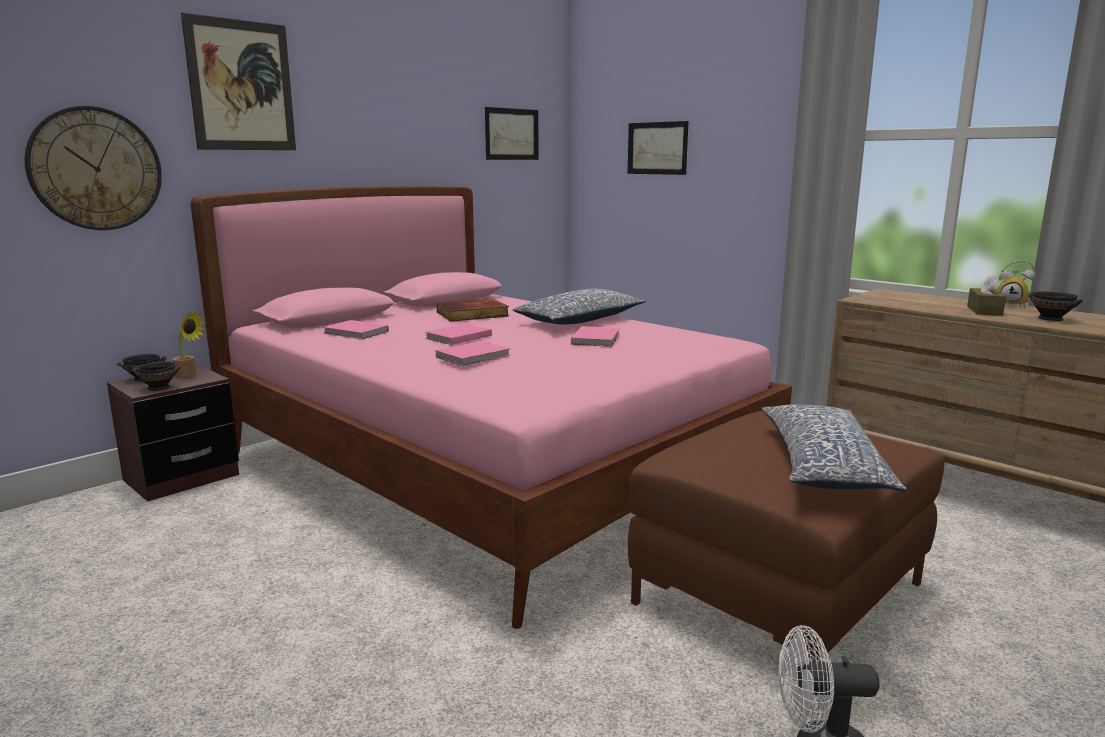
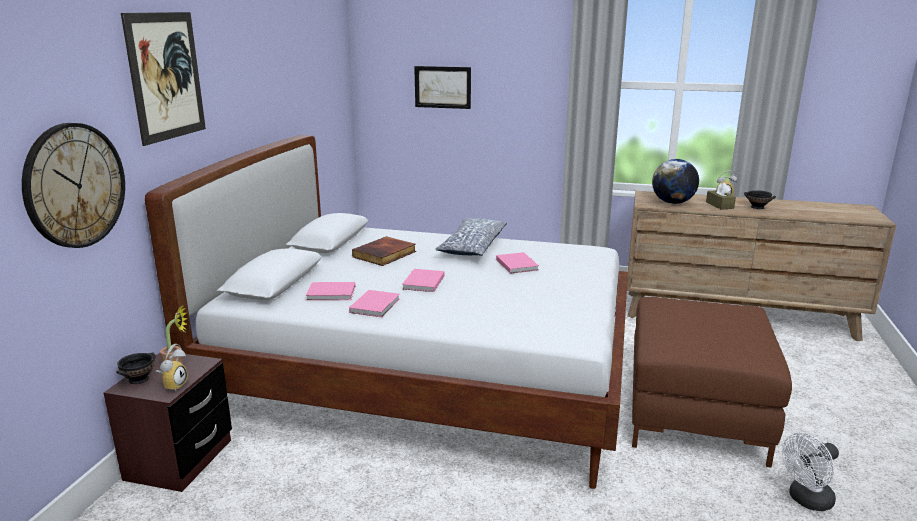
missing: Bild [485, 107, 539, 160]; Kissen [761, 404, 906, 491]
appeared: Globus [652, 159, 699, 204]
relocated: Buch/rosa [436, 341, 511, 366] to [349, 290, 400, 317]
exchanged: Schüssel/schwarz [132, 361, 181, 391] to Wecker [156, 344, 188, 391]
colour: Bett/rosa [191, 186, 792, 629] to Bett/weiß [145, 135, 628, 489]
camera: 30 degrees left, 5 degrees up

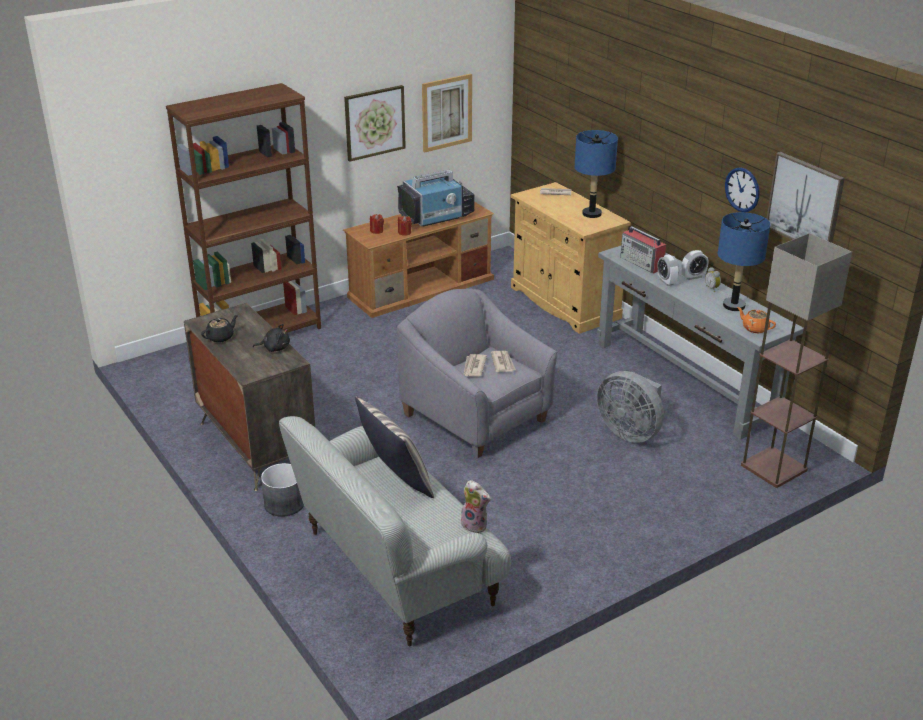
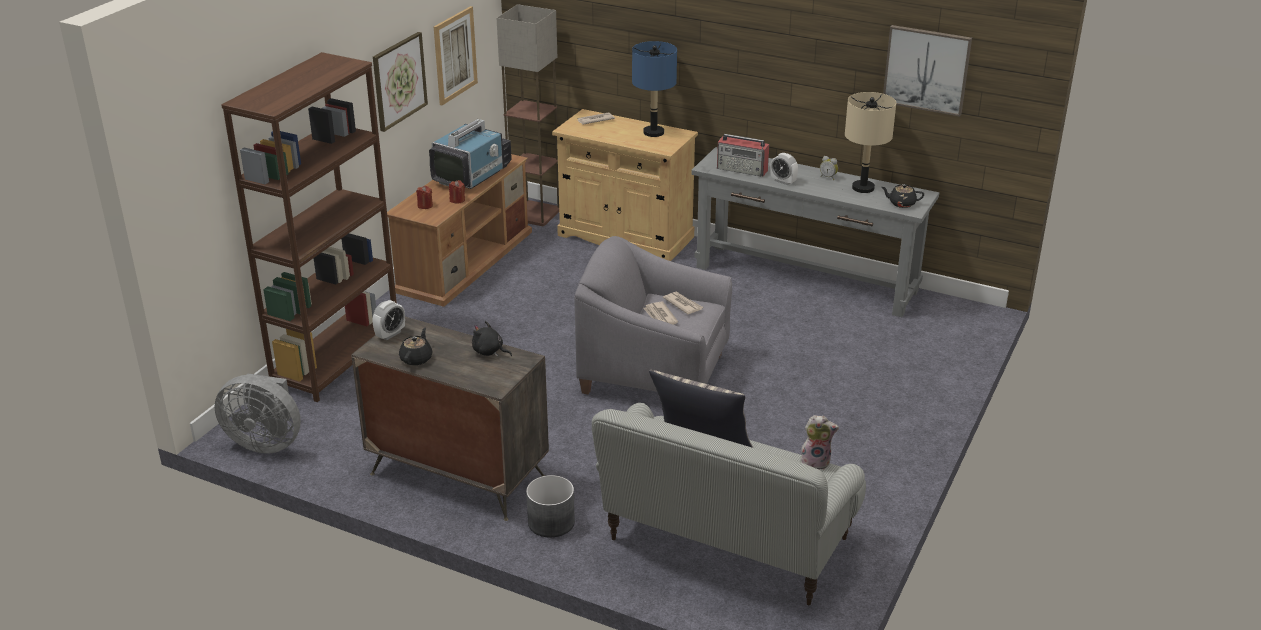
missing: Wanduhr [725, 167, 759, 212]
relocated: Ventilator/grau [597, 371, 664, 443] to [214, 373, 301, 454]; Wecker [681, 250, 708, 280] to [373, 300, 405, 340]; Stehlampe [741, 233, 852, 488] to [496, 4, 559, 226]
colour: Tischlampe/blau [718, 212, 770, 311] to Tischlampe/beige [845, 92, 896, 193]; Teekanne/orange [737, 307, 776, 333] to Teekanne/schwarz [881, 184, 924, 208]
spun: Plüschtier/schwarz [253, 324, 290, 352] = [472, 321, 512, 357] 120 degrees counterclockwise
camera: 30 degrees left, 0 degrees up

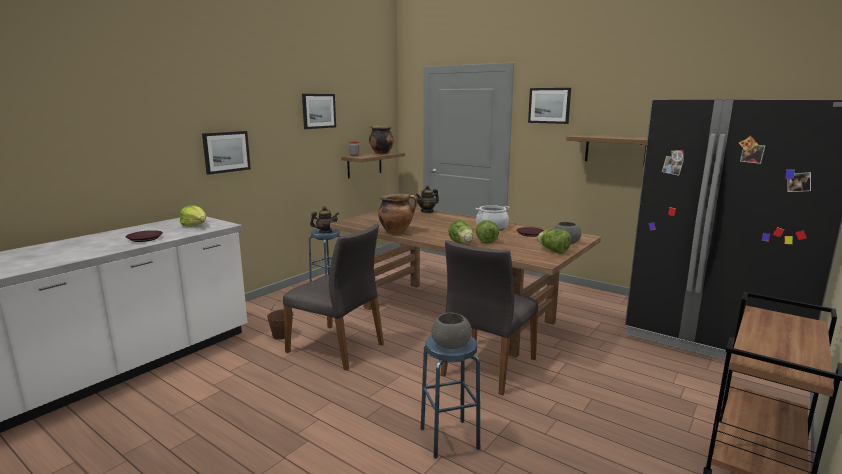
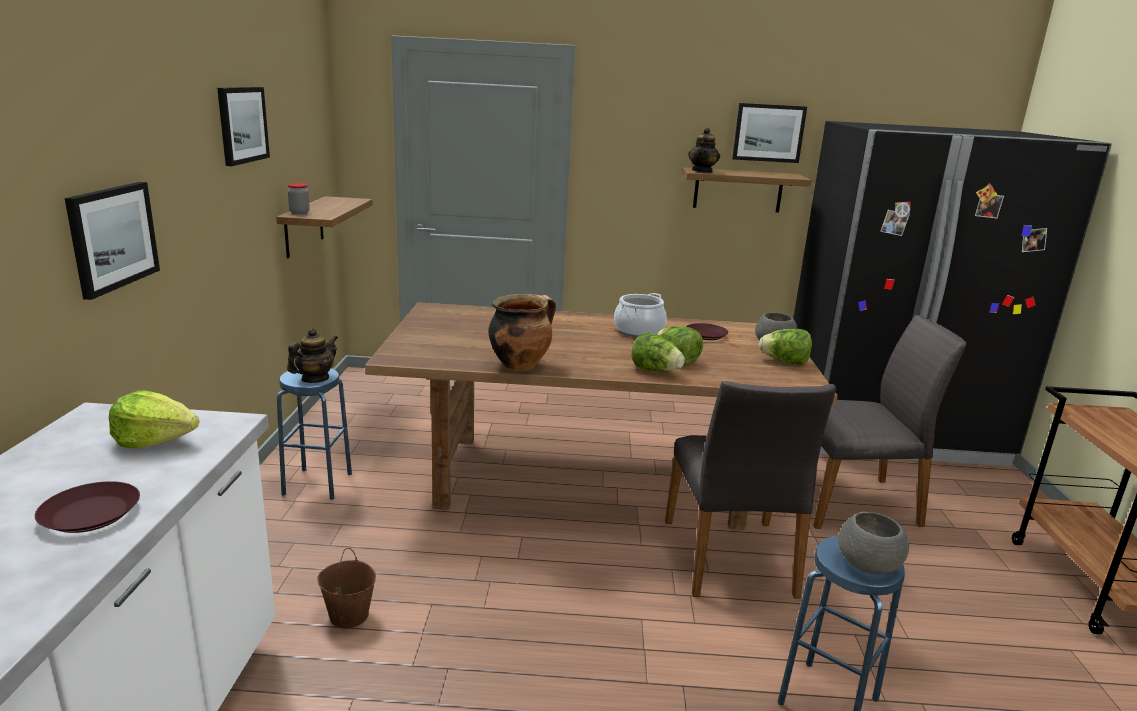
missing: Kochtopf [369, 125, 394, 154]
relocated: Stuhl/grau [283, 224, 384, 371] to [813, 315, 967, 529]; Teekanne [416, 185, 439, 213] to [688, 128, 720, 173]; Bild [528, 88, 571, 124] to [732, 103, 807, 163]
camera: 35 degrees left, 5 degrees up

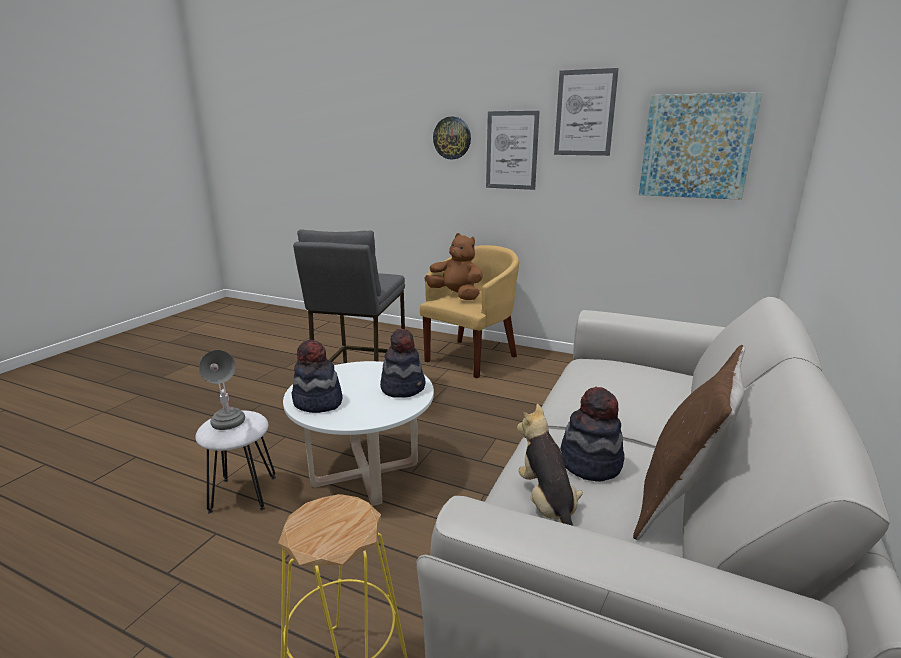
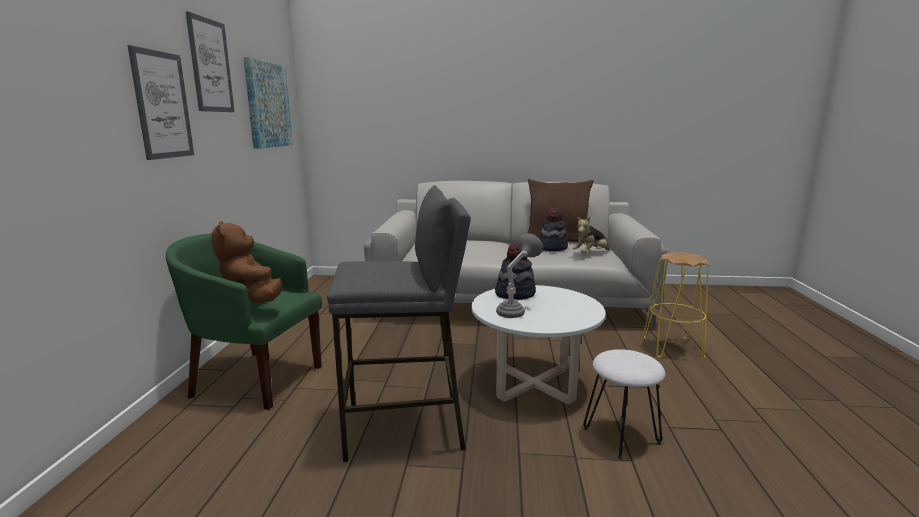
missing: Hut [292, 340, 342, 413]; Wanduhr [433, 117, 471, 159]
relocated: Tischlampe/grau [199, 350, 245, 430] to [496, 233, 543, 318]
colour: Sessel/gelb [420, 245, 519, 378] to Sessel/grün [166, 234, 322, 410]
spun: Plüschtier/braun [424, 233, 483, 300] = [211, 221, 282, 303] 45 degrees counterclockwise
camera: 110 degrees left, 5 degrees down

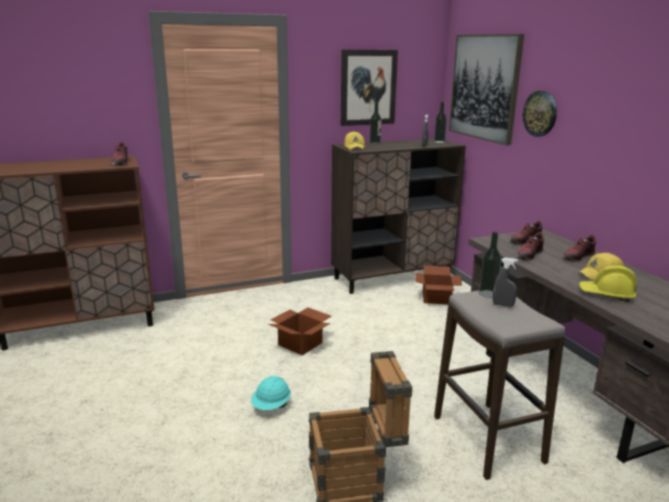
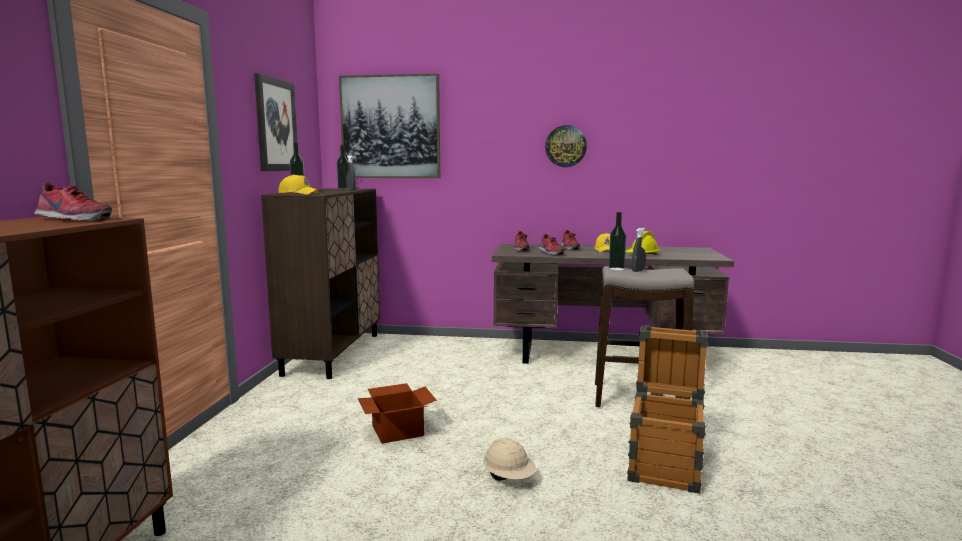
missing: Karton [415, 266, 463, 304]
relocated: Wanduhr [523, 91, 557, 137] to [545, 125, 587, 167]
colour: Schutzhelm/türkis [251, 376, 291, 410] to Schutzhelm/beige [483, 438, 536, 481]
camera: 60 degrees left, 10 degrees down

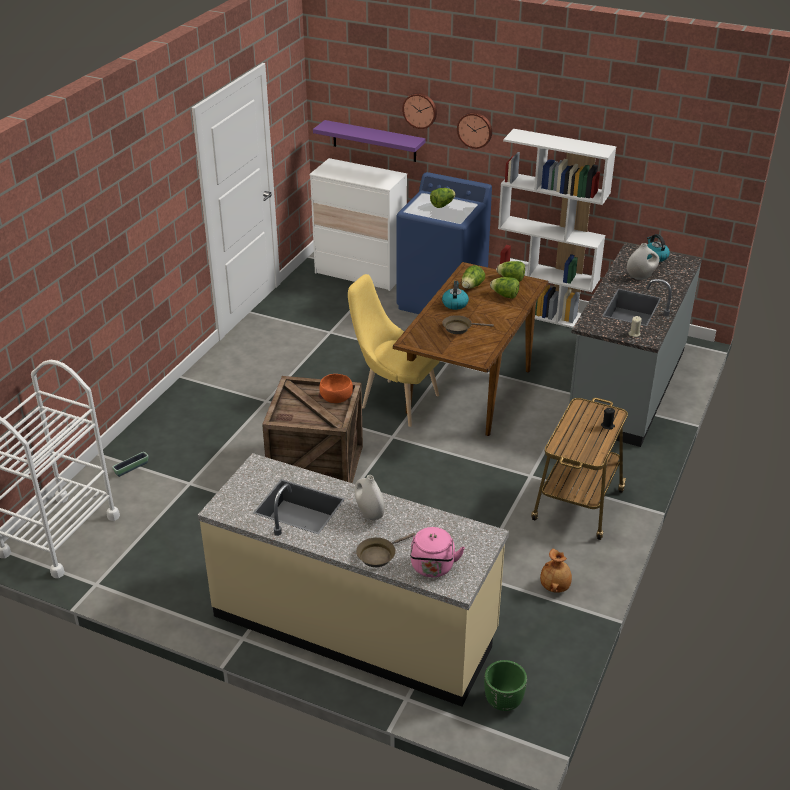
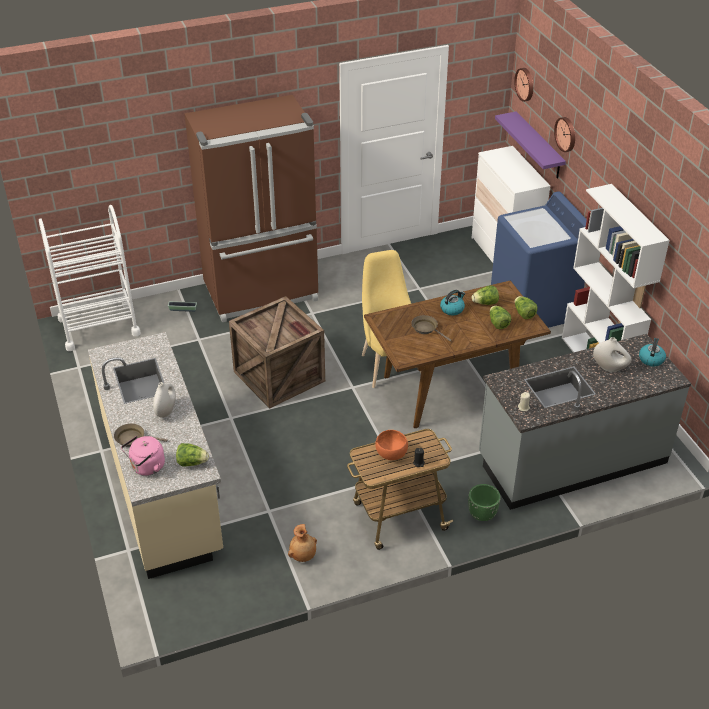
appeared: Kühlschrank/braun [184, 95, 318, 322]
relocated: Schüssel/orange [319, 374, 353, 403] to [375, 430, 408, 460]; Salatkopf [430, 188, 456, 208] to [176, 443, 209, 466]; Wanduhr [457, 112, 492, 149] to [514, 68, 533, 102]; Pflanzkübel/grün [484, 660, 527, 711] to [468, 484, 500, 521]
camera: 45 degrees right, 5 degrees up

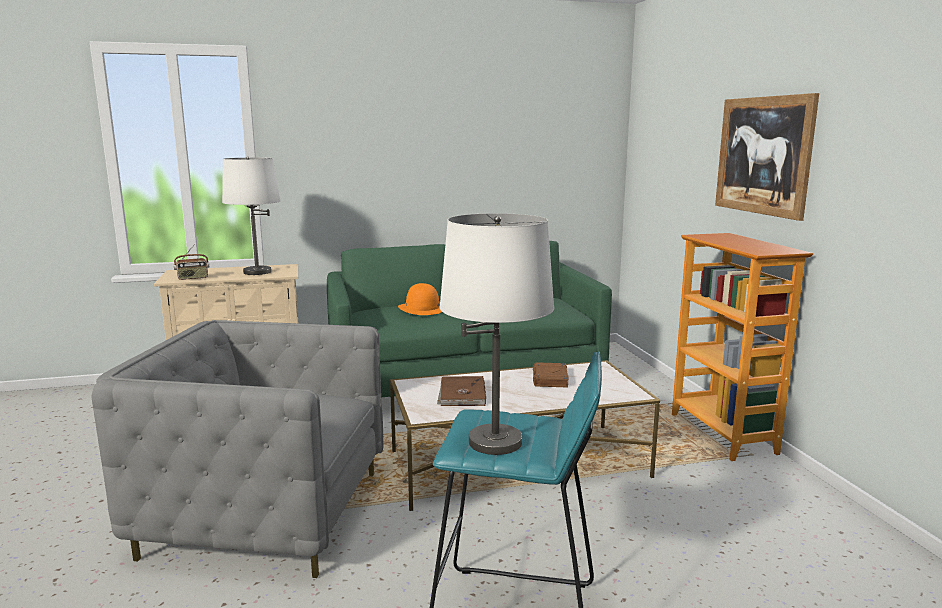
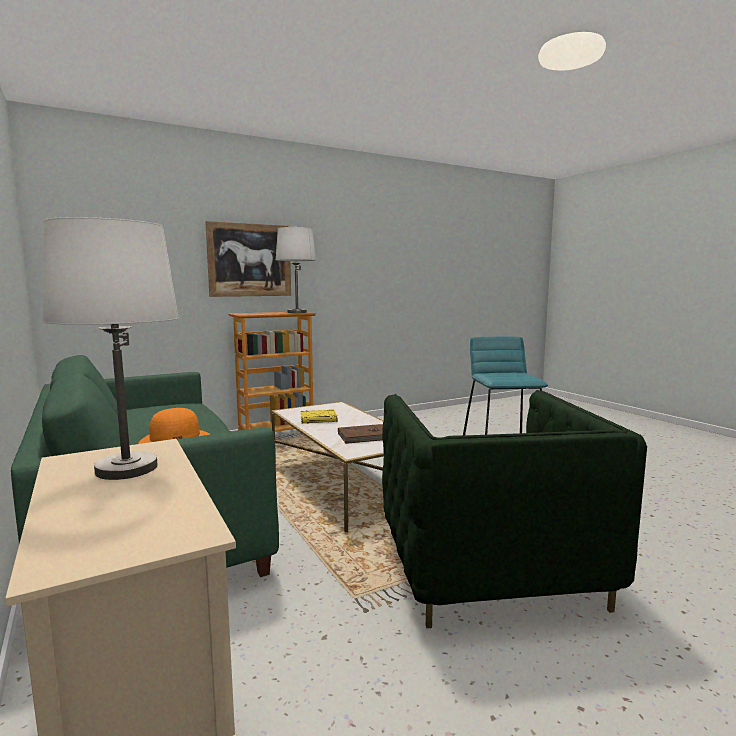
missing: Radio [174, 244, 209, 280]
relocated: Tischlampe/weiß [439, 213, 554, 455] to [276, 227, 316, 313]
colour: Sessel/grau [91, 320, 384, 578] to Sessel/grün [382, 390, 647, 628]; Buch/braun [533, 362, 569, 388] to Buch/gelb [301, 410, 337, 423]
camera: 105 degrees left, 5 degrees down

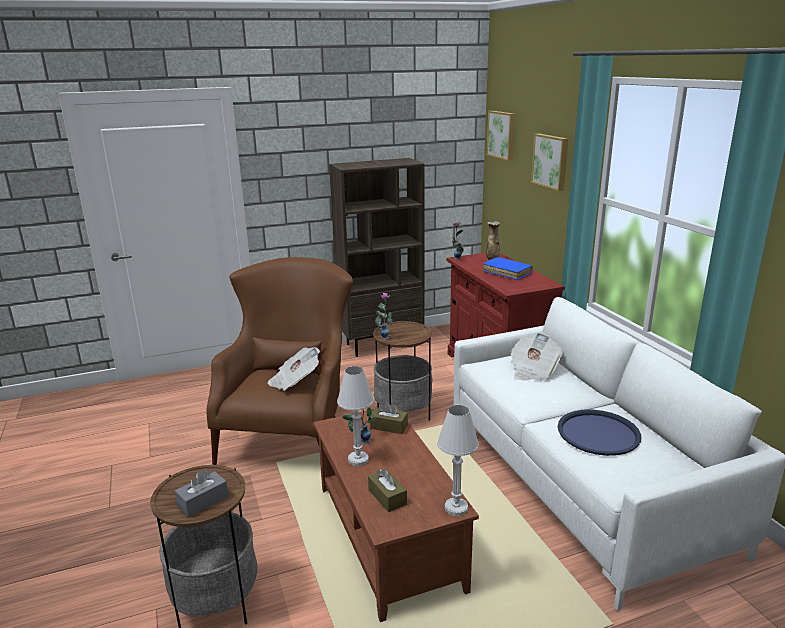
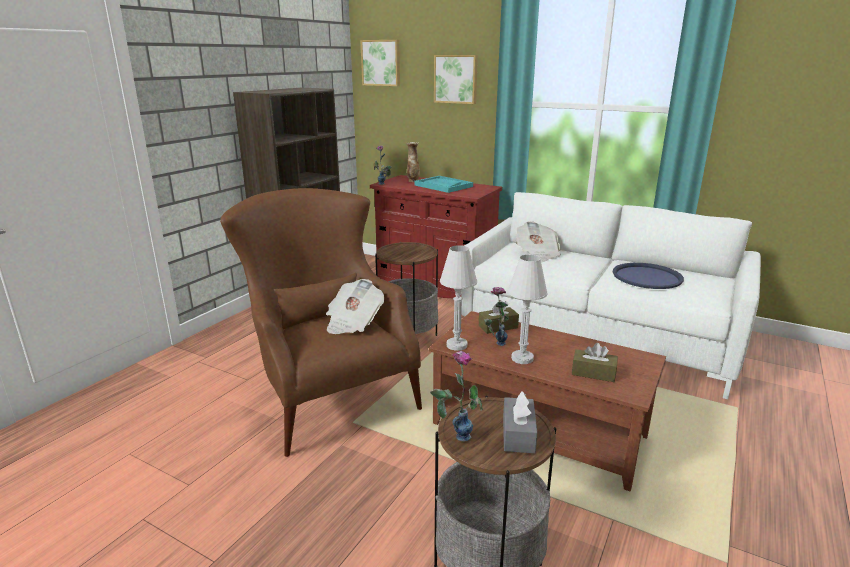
relocated: Vase [375, 293, 393, 340] to [430, 351, 483, 441]; Tischlampe/weiß [437, 405, 479, 516] to [440, 245, 477, 351]
exchanged: Buch/blau [483, 257, 533, 280] to Tablett/türkis [415, 176, 473, 193]
camera: 40 degrees left, 0 degrees up

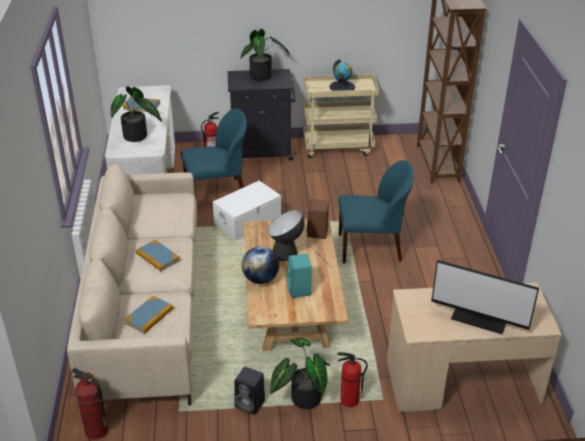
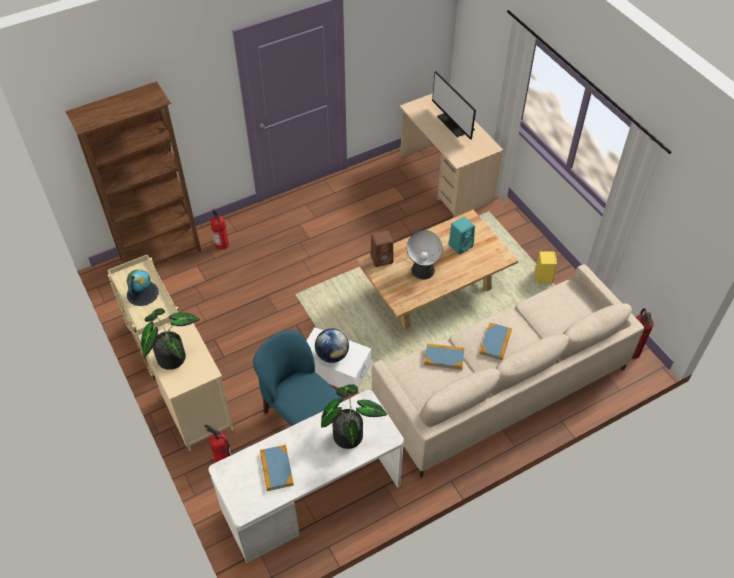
missing: Topfpflanze [270, 338, 330, 409]; Stuhl/blau [338, 160, 414, 263]
relocated: Buch [124, 296, 173, 334] to [424, 343, 465, 370]; Globus [242, 246, 279, 284] to [315, 328, 349, 363]; Feuerlöscher [337, 352, 368, 407] to [210, 209, 229, 250]
colour: Schrank/schwarz [228, 69, 296, 161] to Schrank/beige [140, 323, 234, 451]; Lautsprecher/schwarz [234, 367, 265, 415] to Lautsprecher/gelb [535, 251, 557, 284]
spun: Monitor [431, 260, 539, 334] = [432, 71, 476, 140] 150 degrees clockwise
camera: 115 degrees left, 15 degrees up

